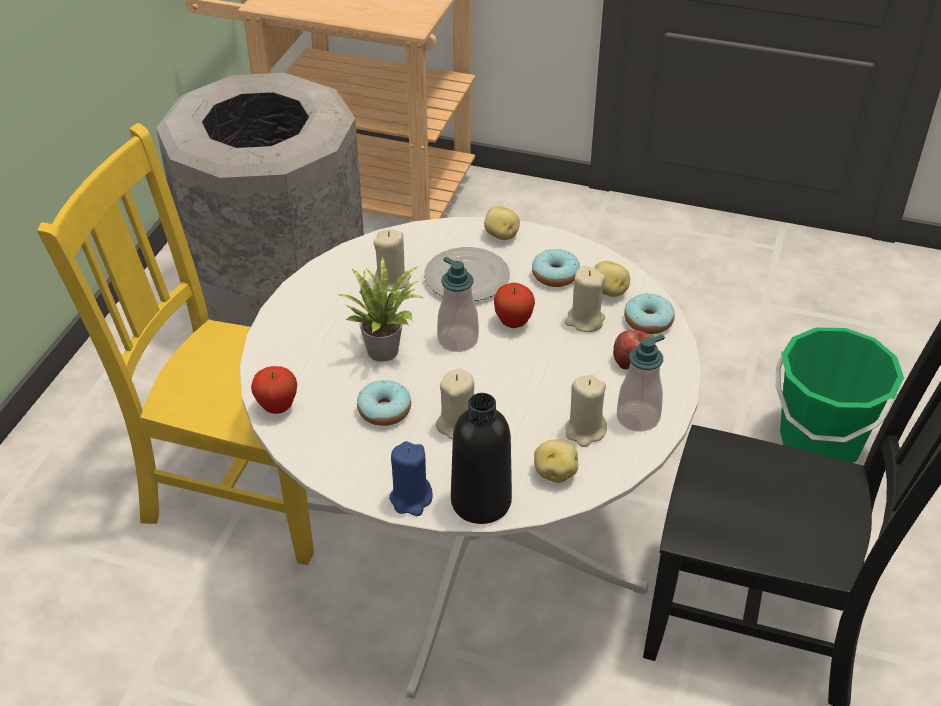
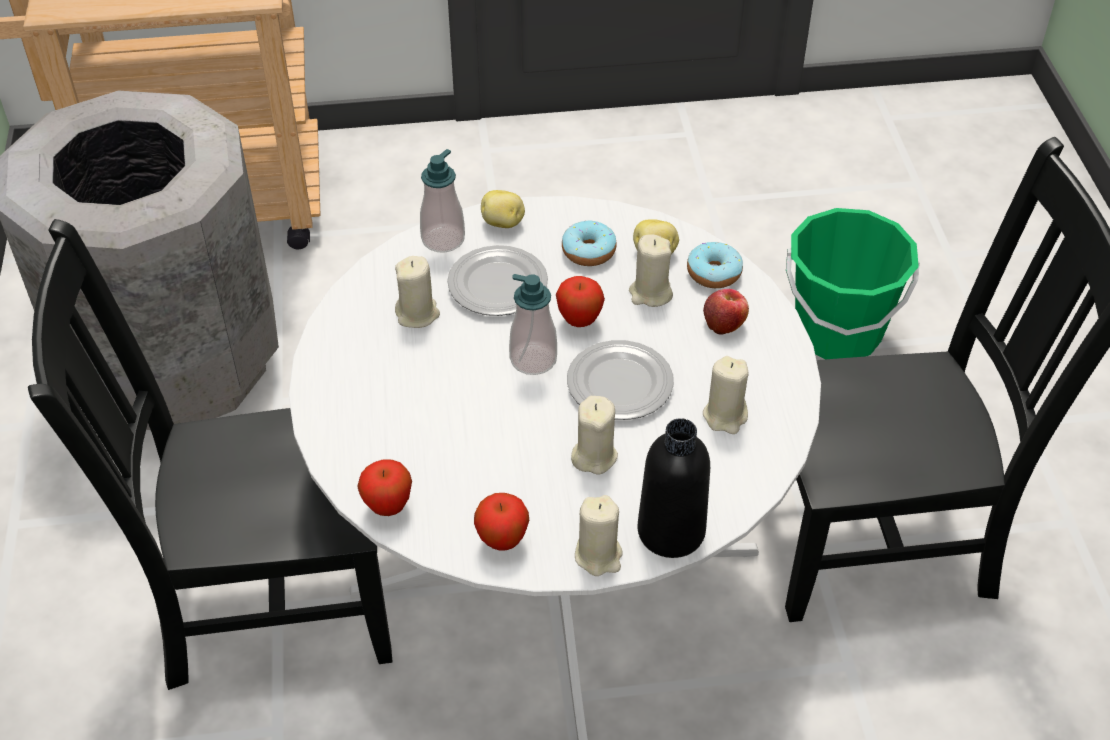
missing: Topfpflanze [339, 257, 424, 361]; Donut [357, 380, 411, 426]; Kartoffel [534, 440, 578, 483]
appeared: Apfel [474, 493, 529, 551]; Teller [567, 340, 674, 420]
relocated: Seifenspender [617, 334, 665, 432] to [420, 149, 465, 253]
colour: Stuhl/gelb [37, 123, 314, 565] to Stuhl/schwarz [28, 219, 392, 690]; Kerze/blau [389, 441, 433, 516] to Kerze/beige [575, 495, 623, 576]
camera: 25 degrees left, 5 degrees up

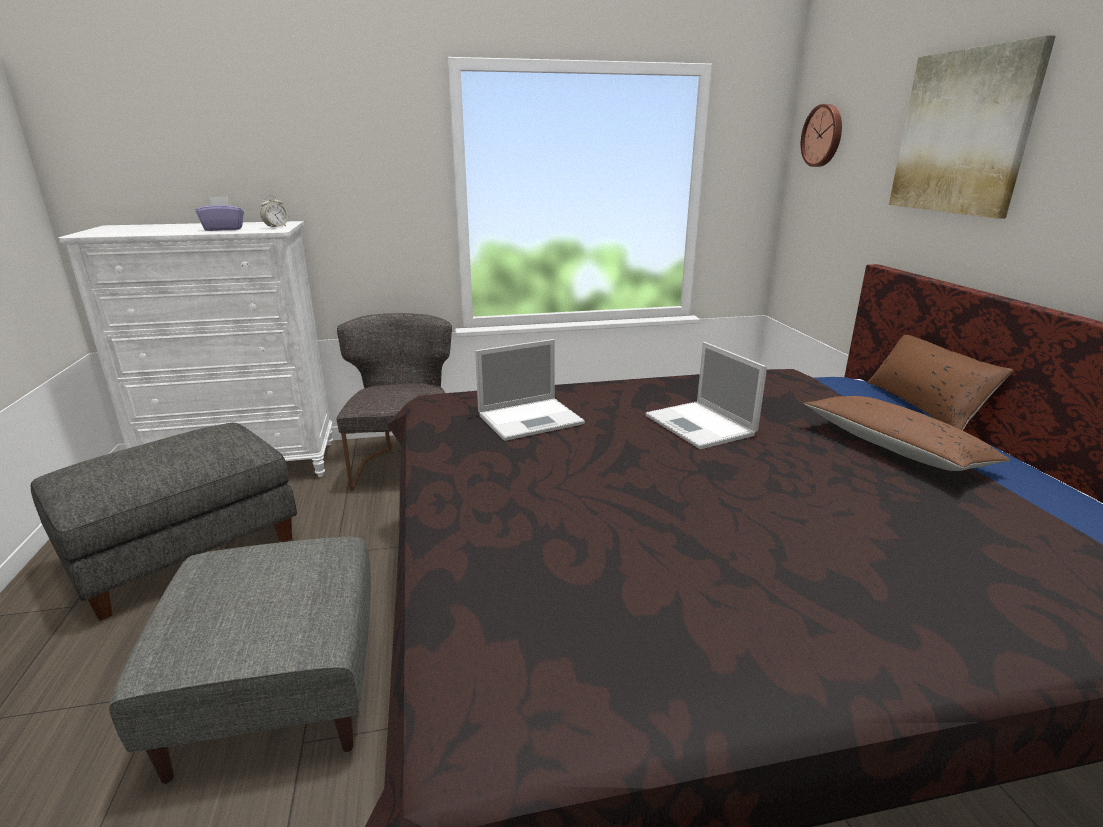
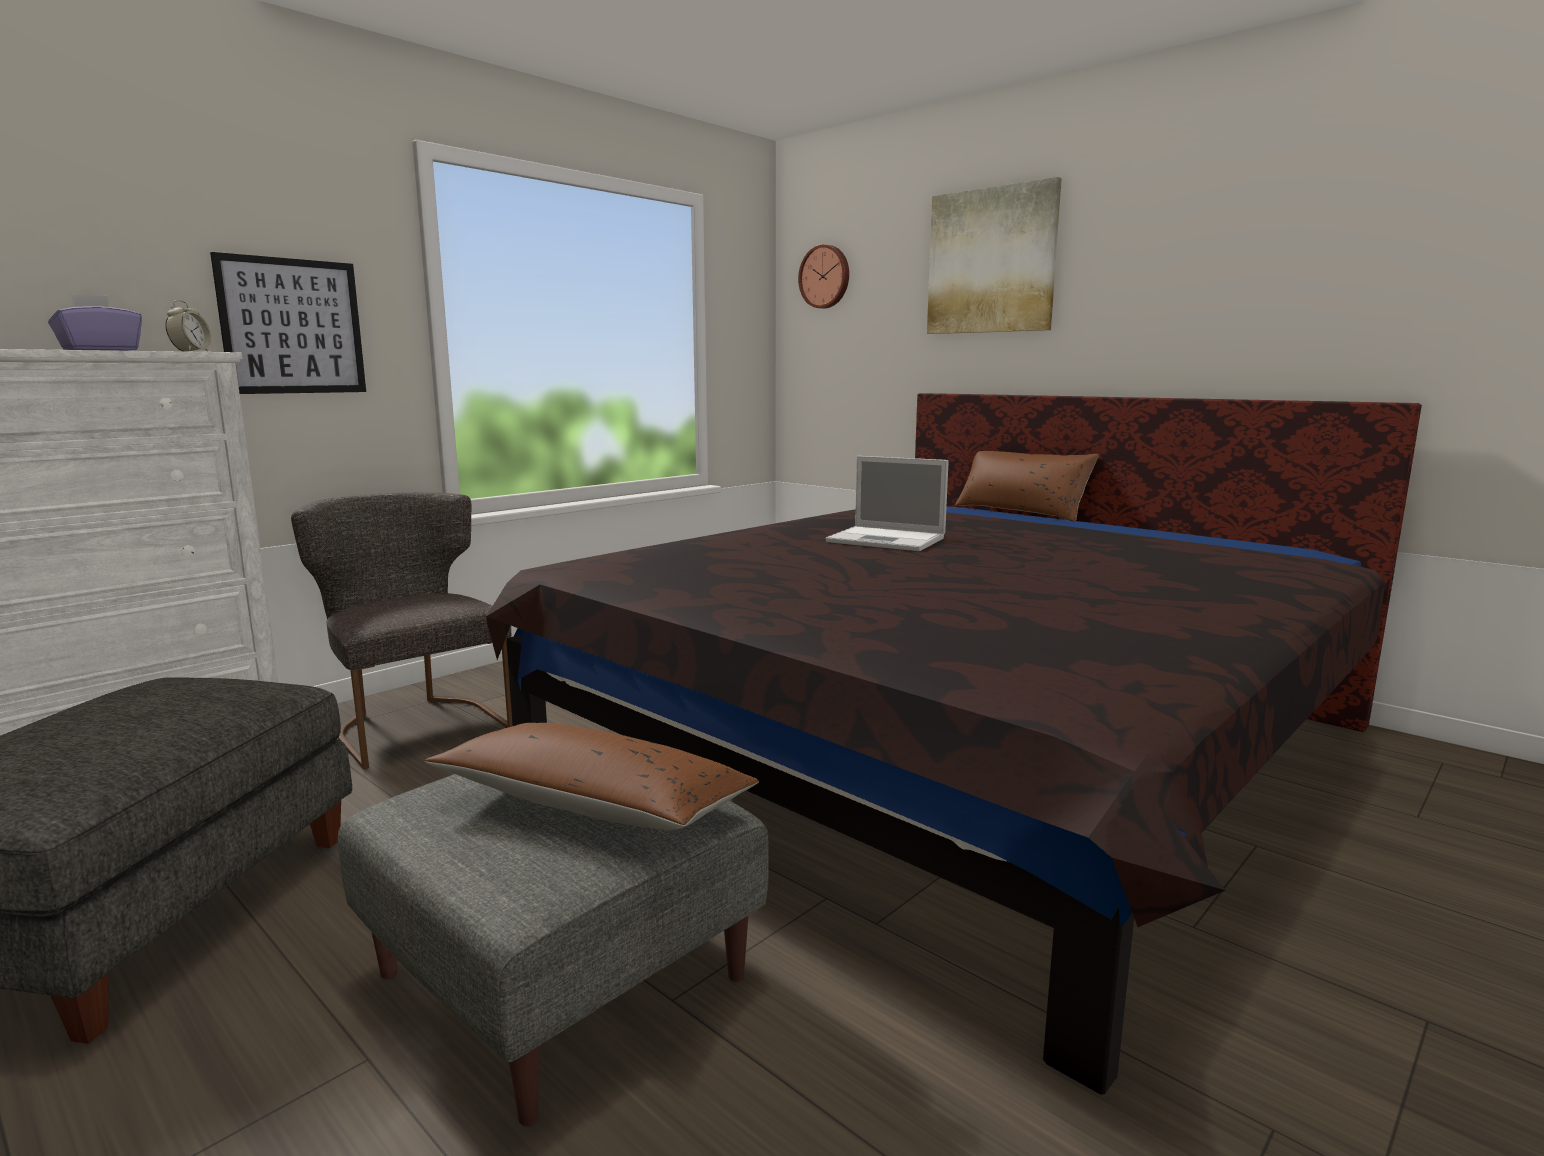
missing: Laptop [475, 339, 585, 441]
appeared: Bild [210, 252, 366, 394]
relocated: Kissen/braun [804, 396, 1010, 471] to [424, 723, 759, 830]
camera: 35 degrees left, 10 degrees down

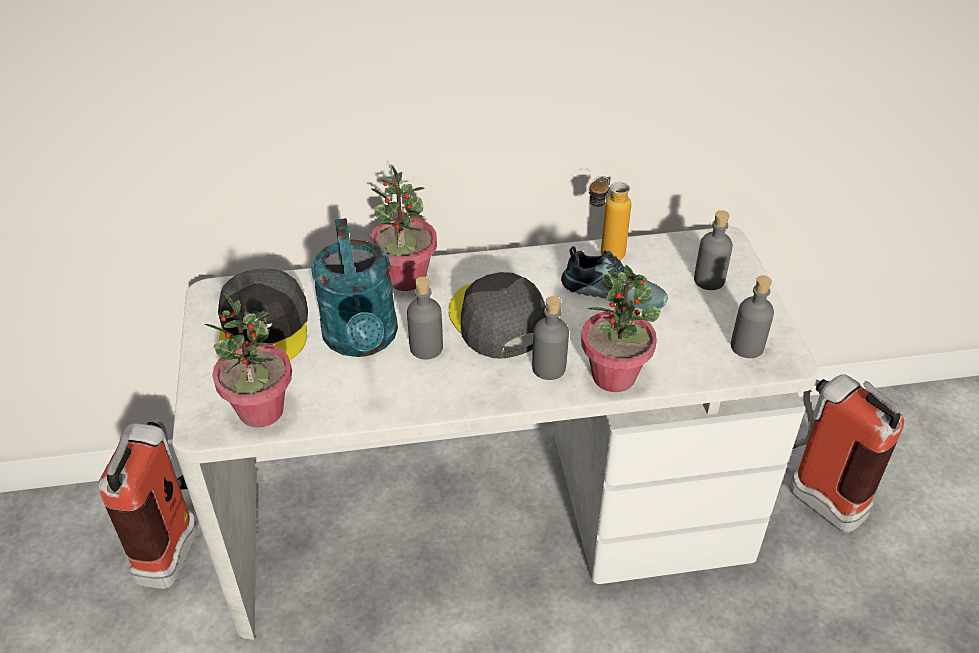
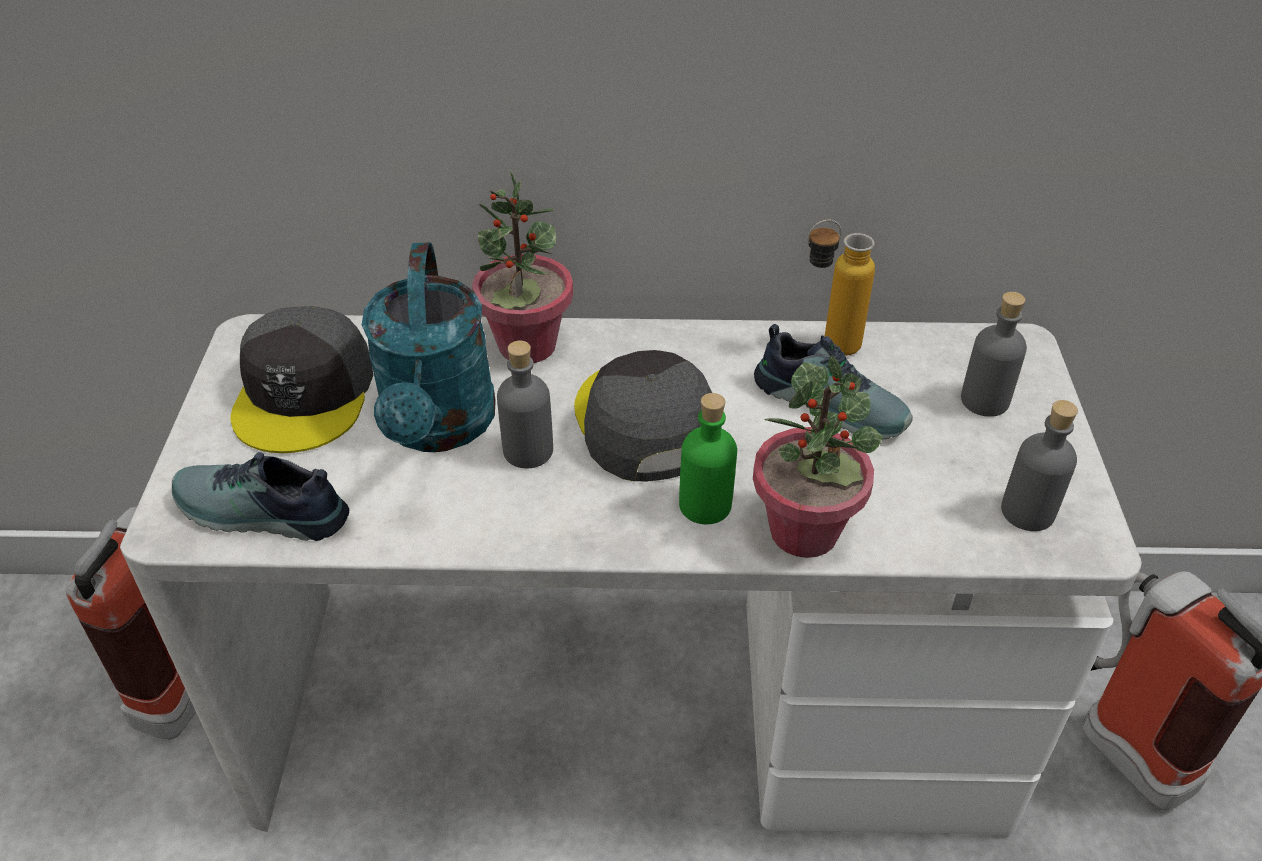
exchanged: Topfpflanze [204, 294, 292, 428] to Schuh [172, 452, 349, 541]
colour: Flasche/grau [532, 296, 569, 380] to Flasche/grün [679, 393, 737, 524]
camera: 10 degrees right, 0 degrees up

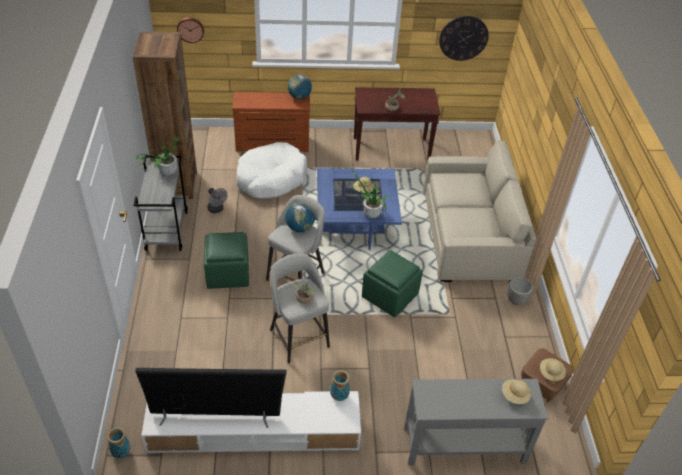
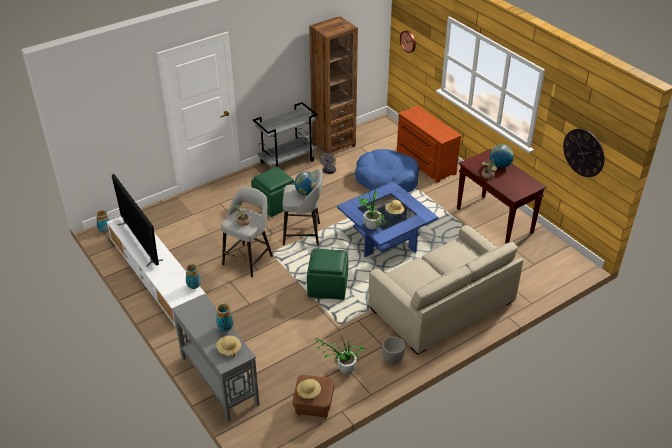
appeared: Vase [216, 303, 233, 331]
relocated: Topfpflanze [135, 134, 180, 176] to [313, 336, 365, 374]; Globus [288, 75, 312, 99] to [490, 144, 514, 168]
colour: Hundebett/weiß [237, 142, 308, 198] to Hundebett/blau [355, 149, 419, 192]
camera: 60 degrees right, 5 degrees down

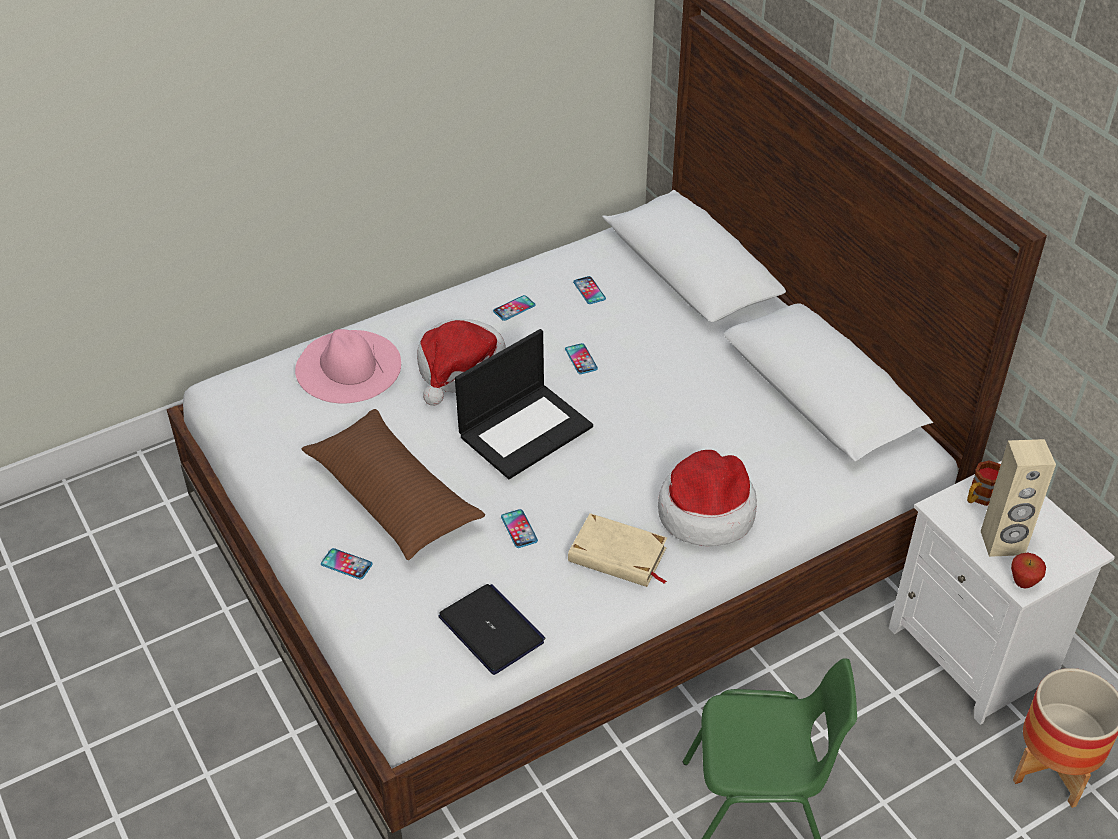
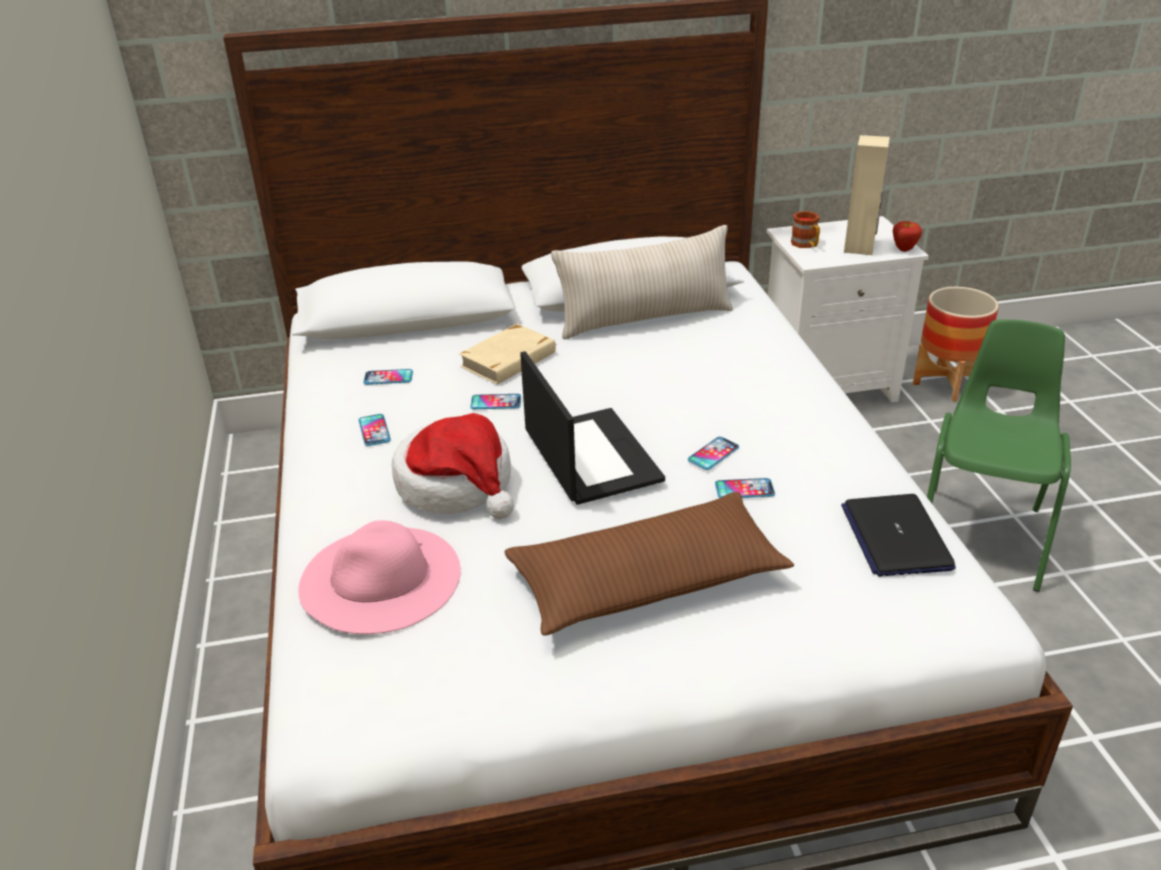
missing: Hut [658, 450, 757, 546]
appeared: Kissen/beige [551, 225, 733, 339]
relocated: Handy [321, 548, 373, 579] to [688, 437, 739, 470]; Buch/beige [568, 513, 667, 587] to [459, 324, 556, 385]
spun: Laptop [439, 584, 545, 675] = [841, 494, 956, 577] 75 degrees counterclockwise
camera: 70 degrees left, 10 degrees down

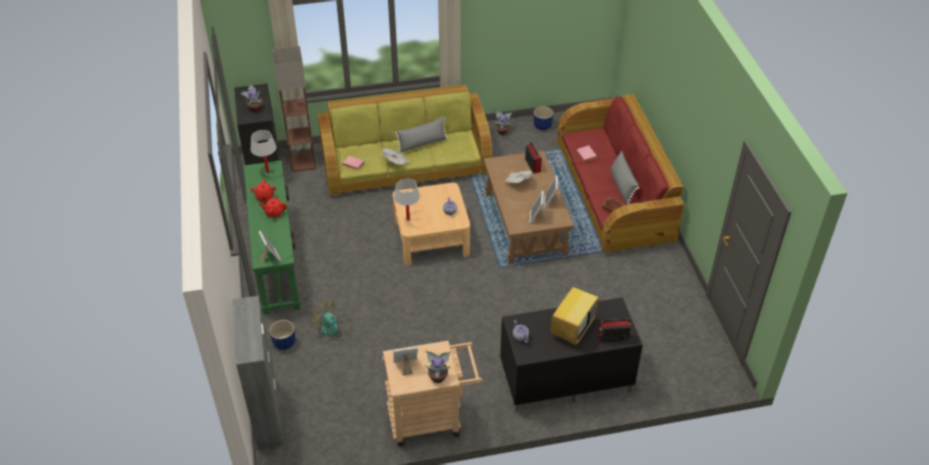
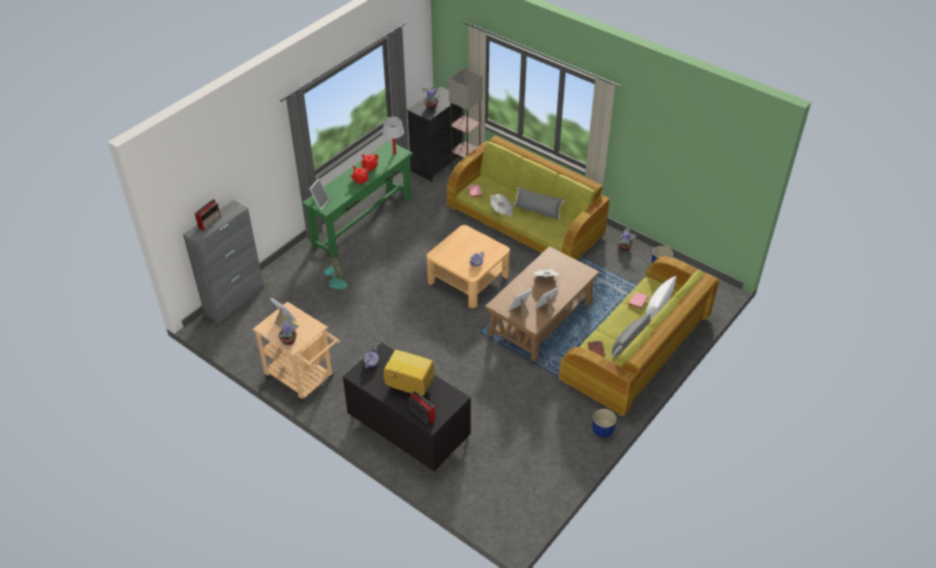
missing: Tischlampe/weiß [394, 179, 420, 221]
appeared: Kissen/weiß [646, 276, 677, 320]
relocated: Pflanzkübel/blau [269, 320, 295, 350] to [592, 409, 617, 437]; Radio [525, 141, 542, 173] to [195, 199, 221, 230]
colour: Sofa/rot [557, 94, 684, 253] to Sofa/grün [559, 257, 719, 416]
spun: Ventilator [311, 299, 352, 341] = [318, 255, 348, 297] 75 degrees clockwise; Fernseher [551, 280, 599, 345] = [384, 350, 434, 396] 150 degrees counterclockwise
camera: 50 degrees right, 0 degrees up

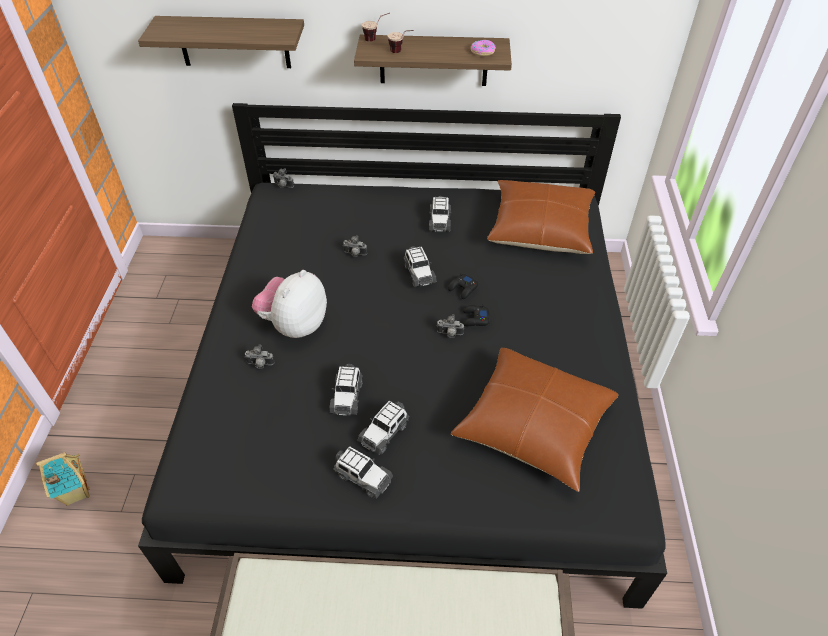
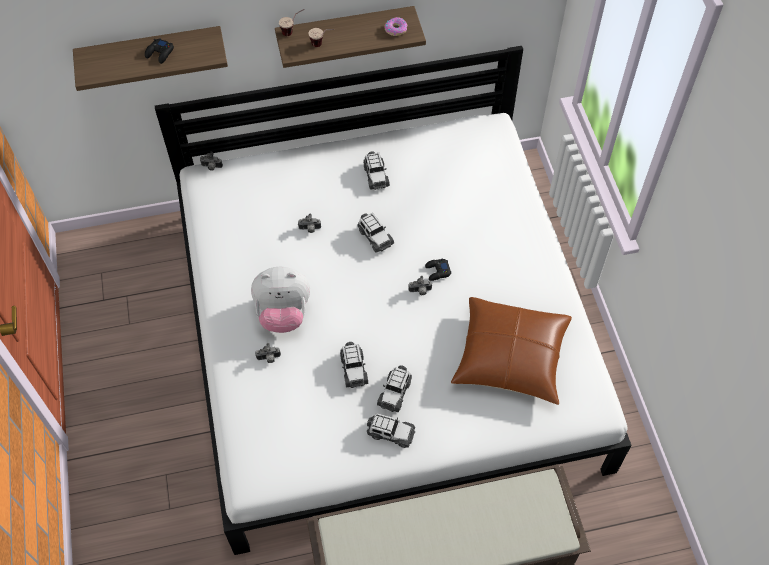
missing: Spielzeughaus [36, 452, 90, 506]; Kissen/braun [487, 180, 595, 254]
relocated: Gamepad/schwarz [448, 274, 478, 299] to [145, 38, 174, 64]
colour: Bett/schwarz [138, 103, 667, 609] to Bett/weiß [155, 46, 631, 555]
spun: Plüschtier [252, 270, 327, 338] = [251, 267, 310, 333] 105 degrees counterclockwise
camera: 15 degrees left, 10 degrees up

